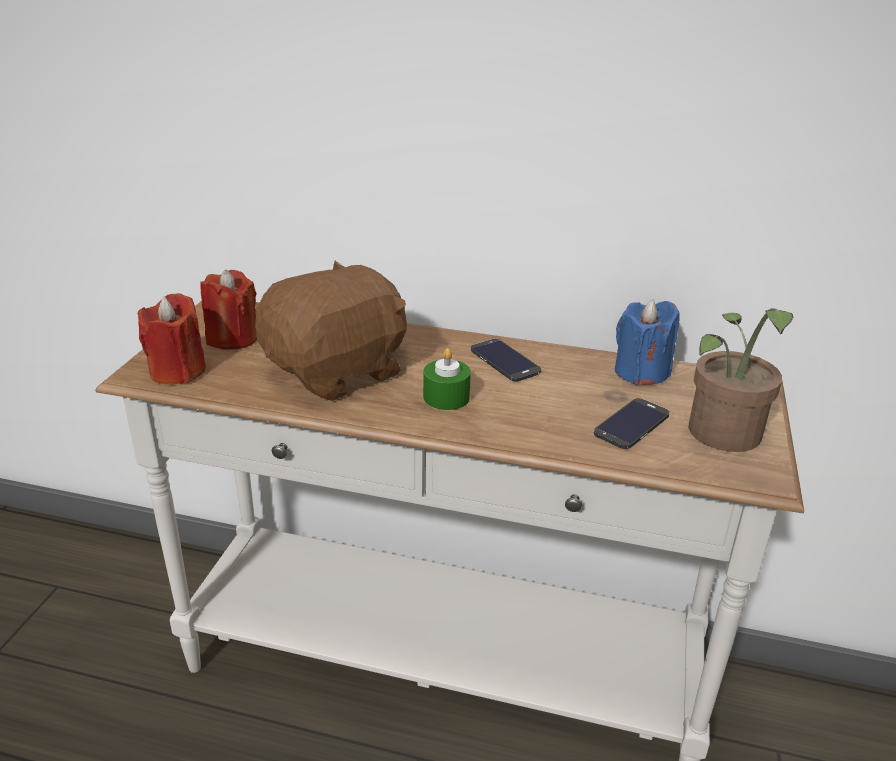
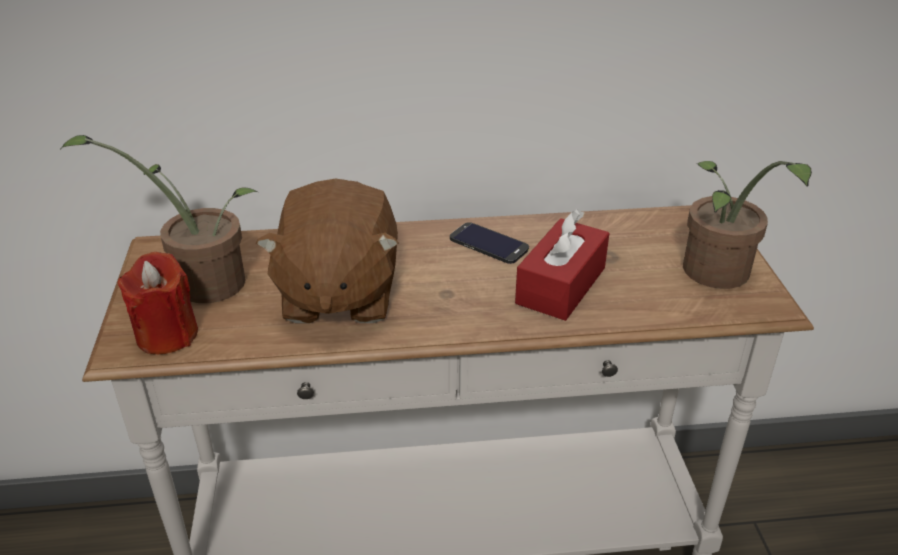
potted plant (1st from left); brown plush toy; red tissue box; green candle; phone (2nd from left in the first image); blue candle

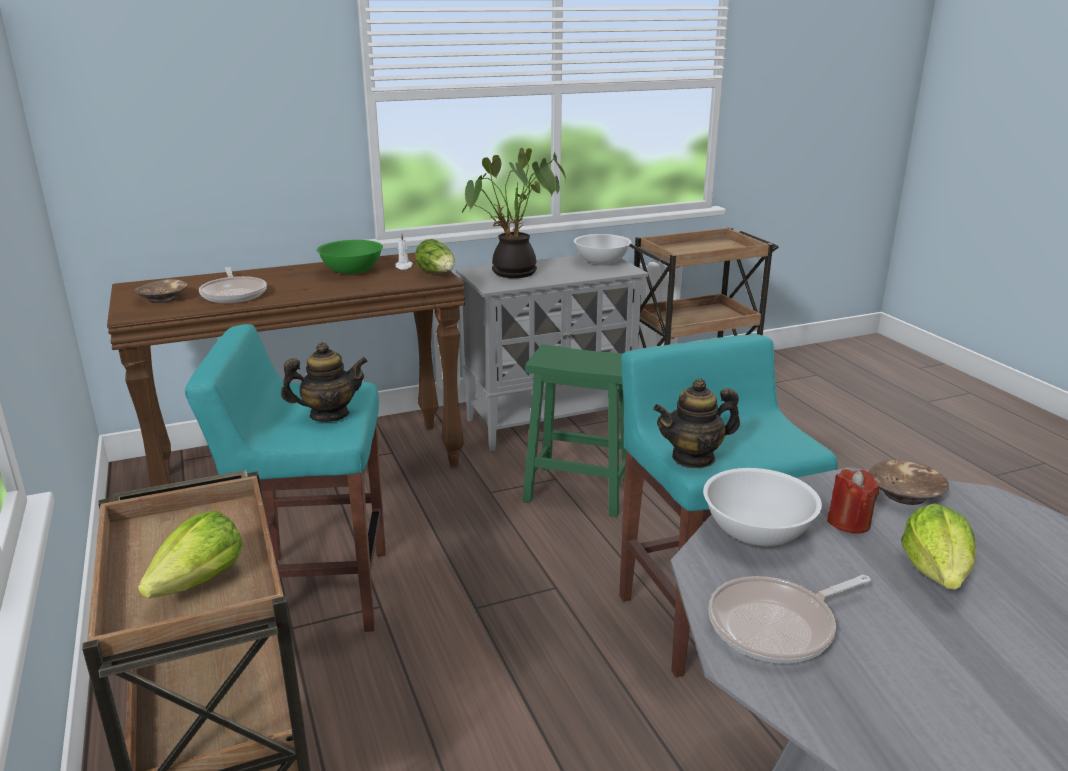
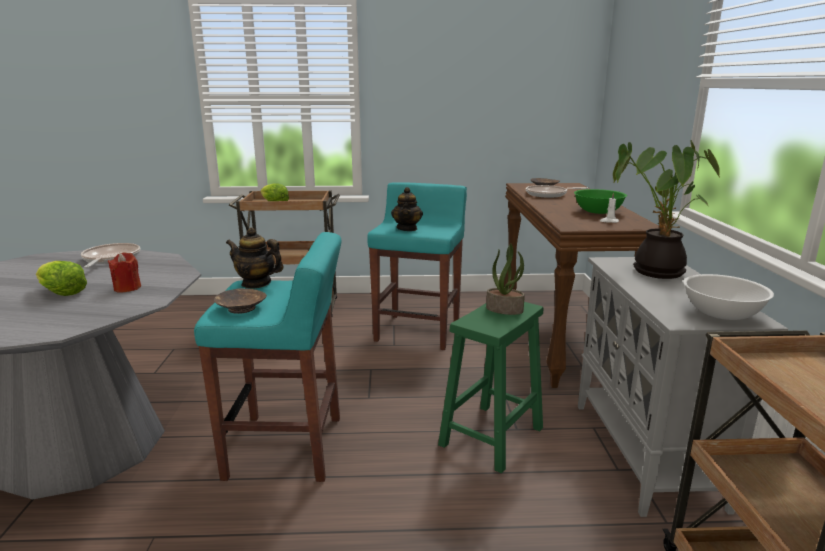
brown bowl (1st from left); teapot (1st from left); potted plant (1st from left); lettuce (2nd from left in the first image); white bowl (2nd from left in the first image)

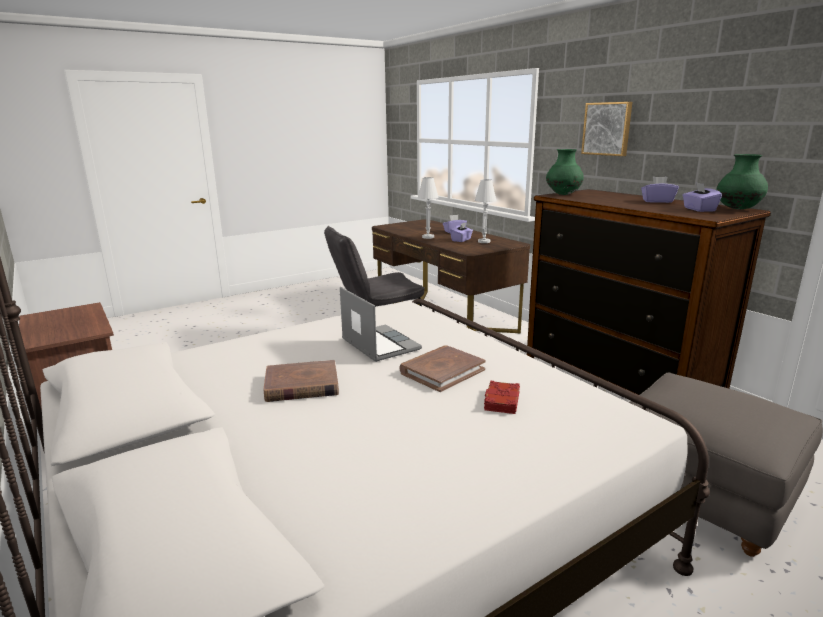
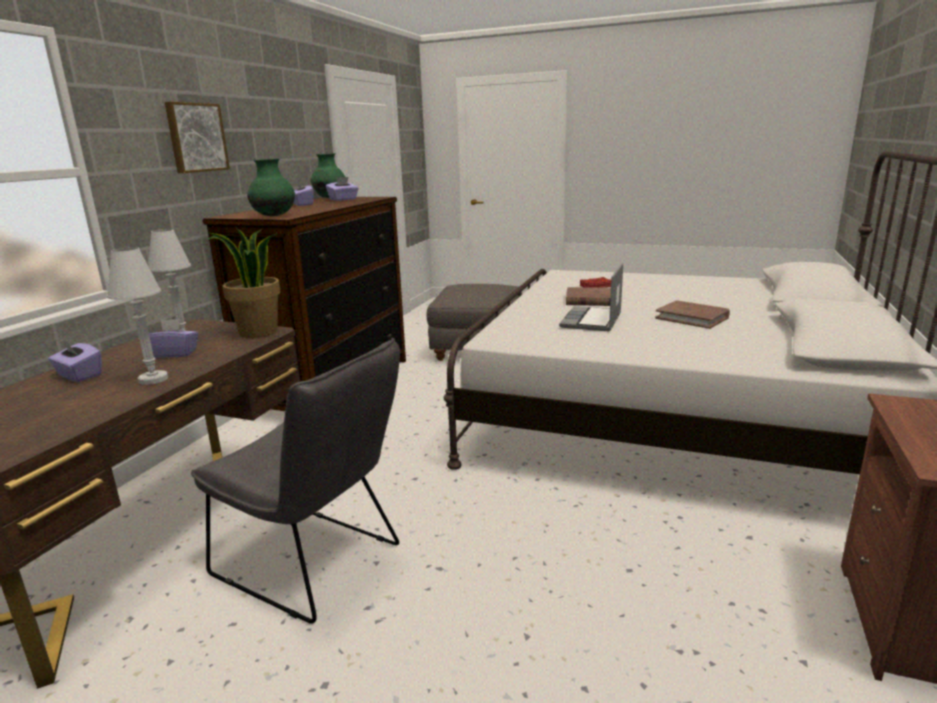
potted plant

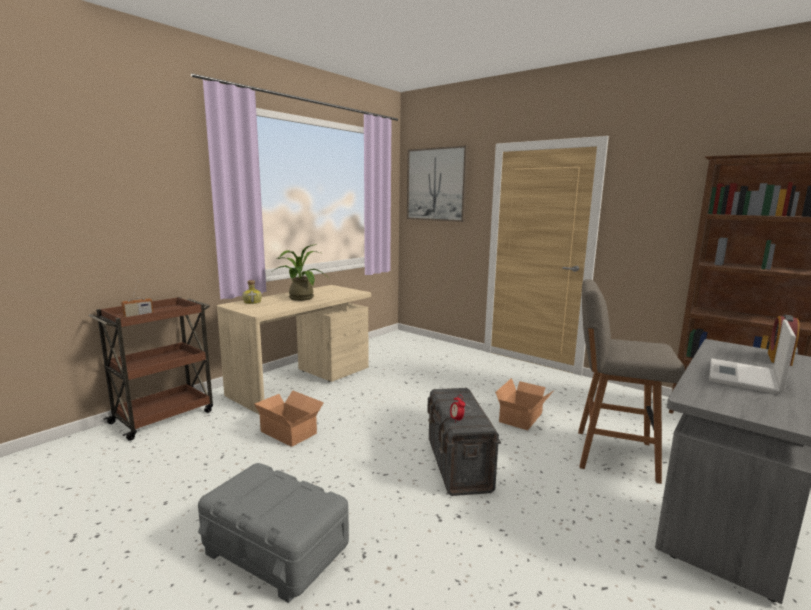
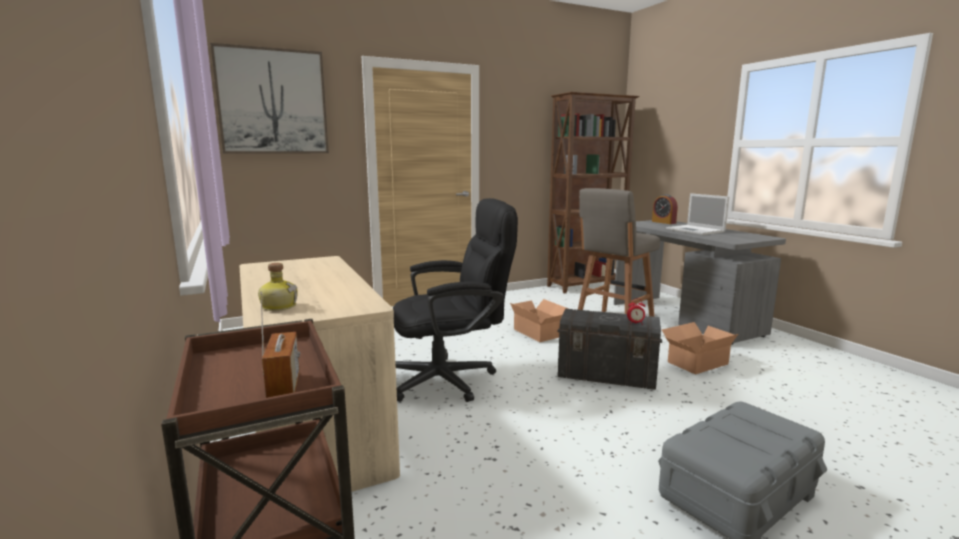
black office chair; cardboard box (2nd from left); potted plant

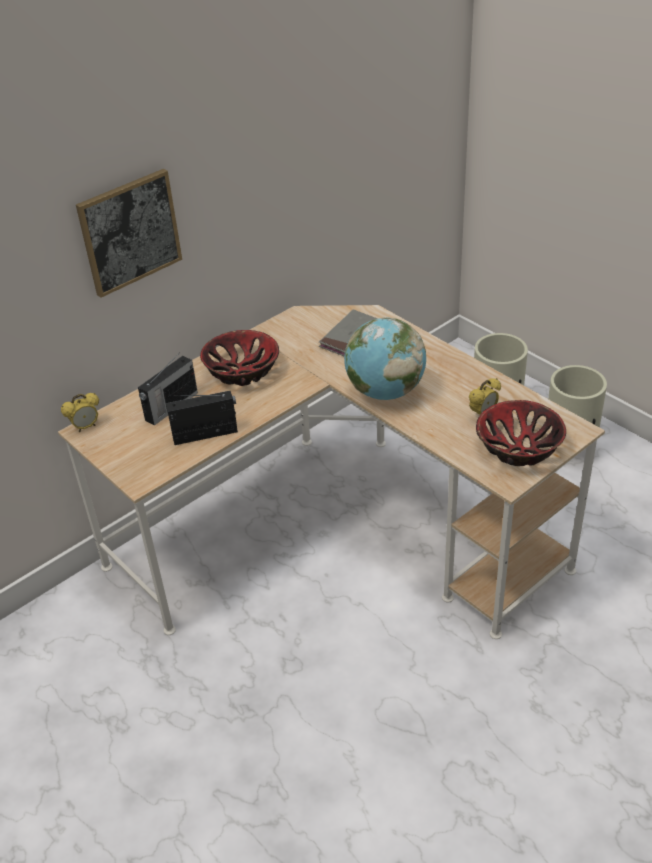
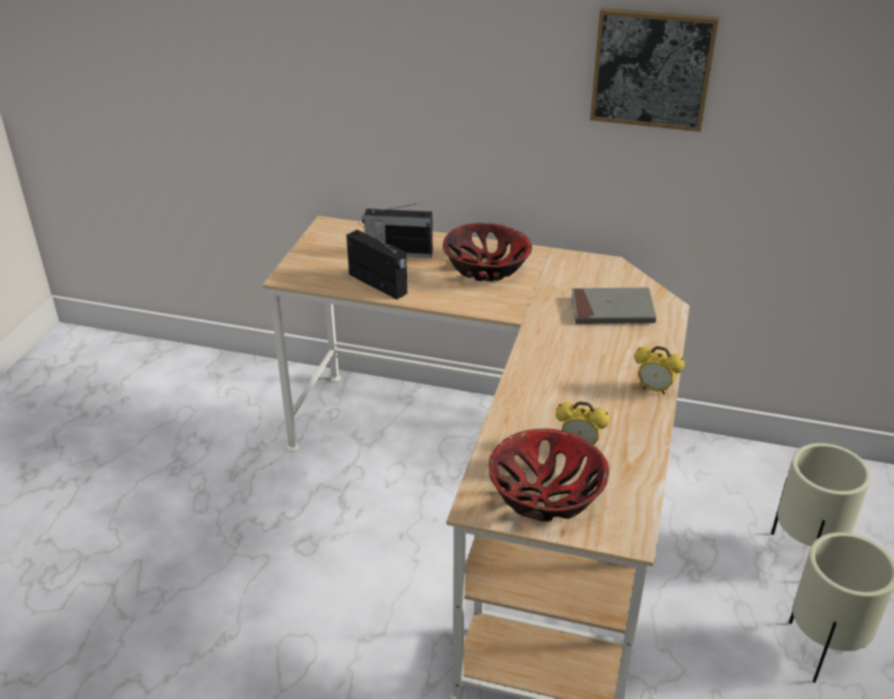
picture; alarm clock (2nd from left); globe

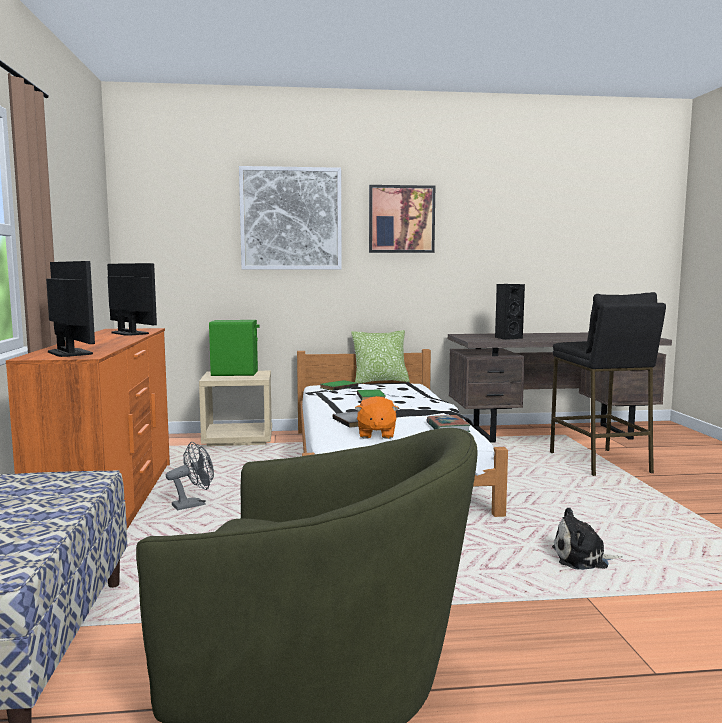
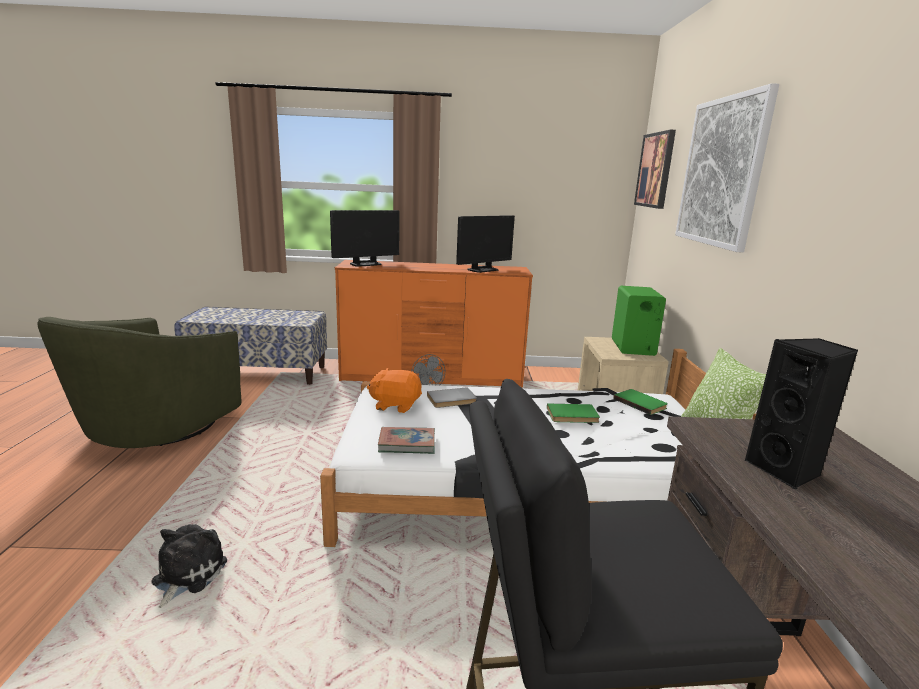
picture (1st from left)

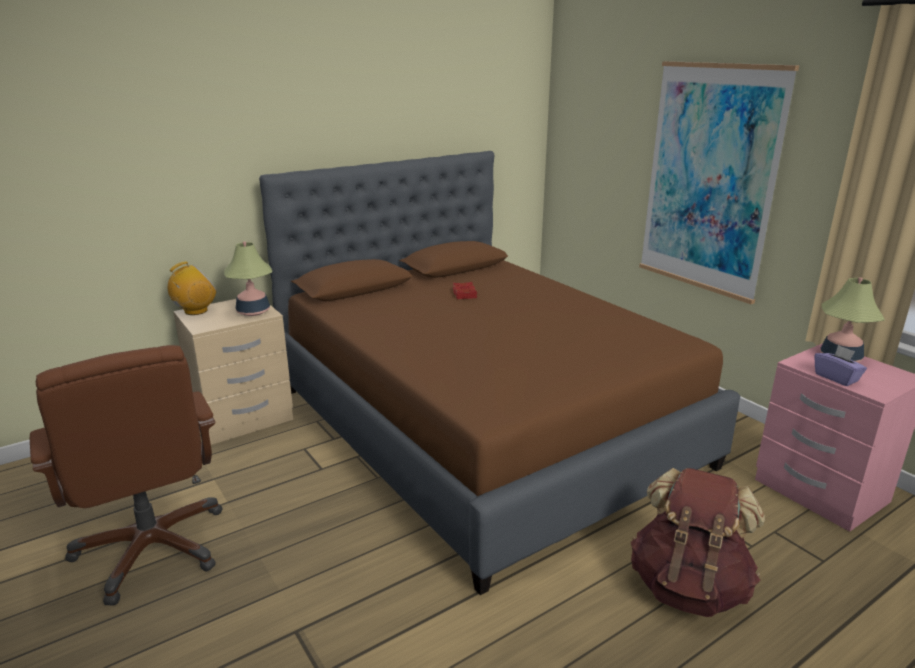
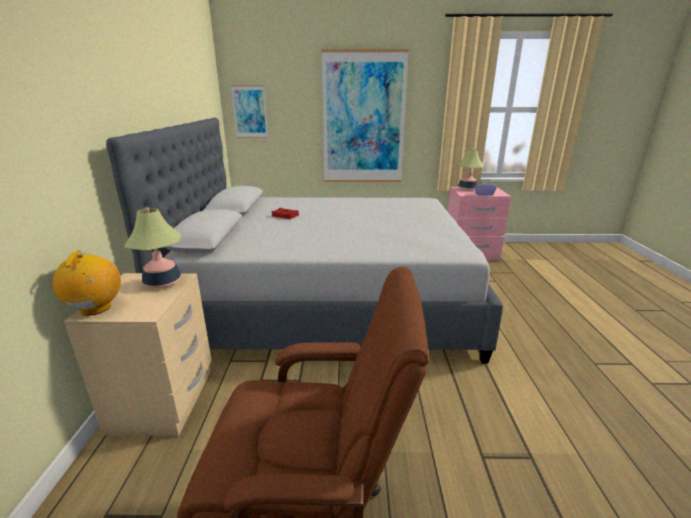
grey bed; picture (1st from left); brown backpack

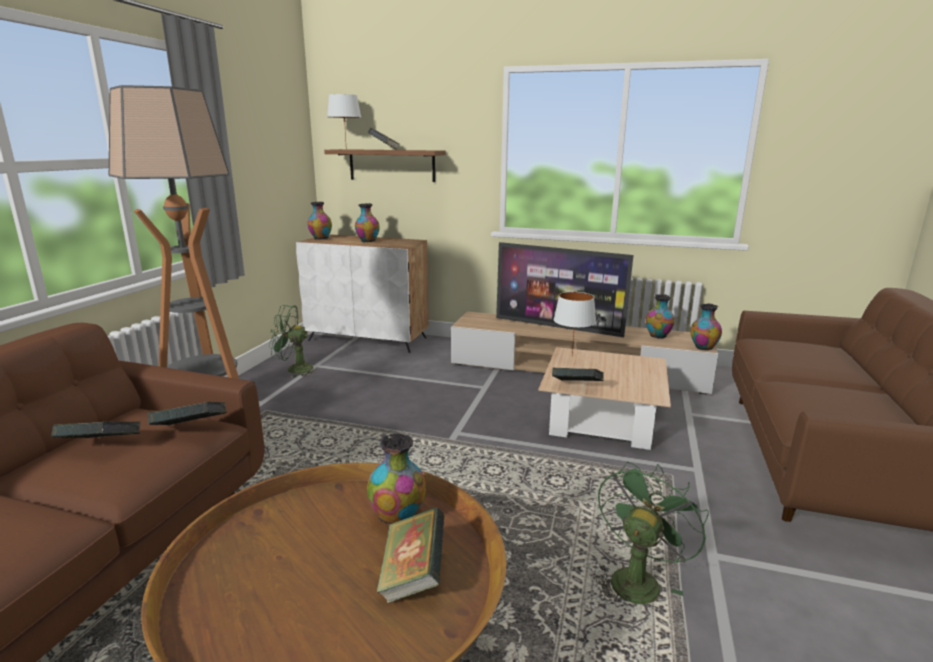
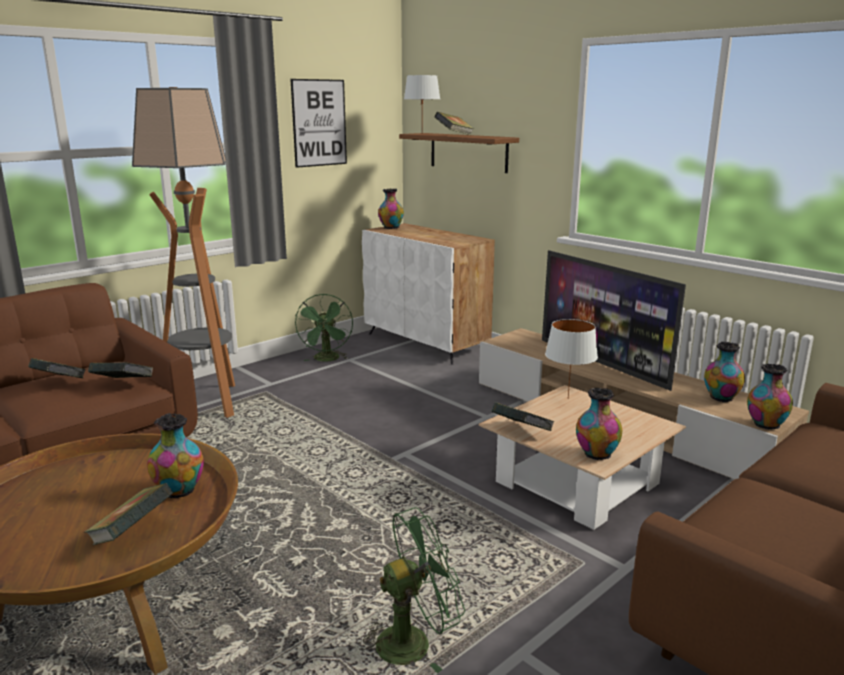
picture; green fan (1st from left); vase (3rd from left)

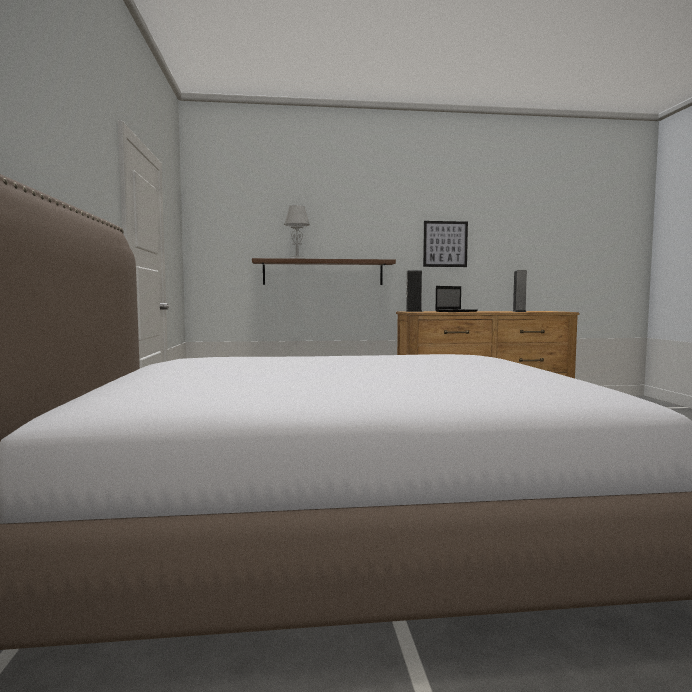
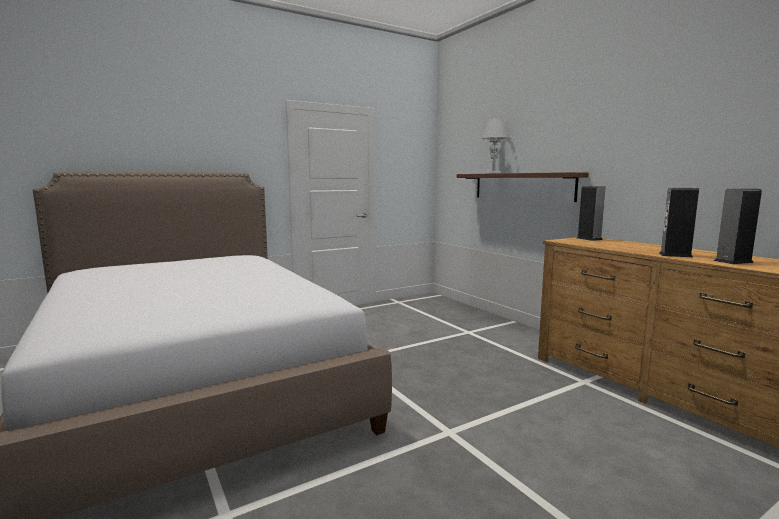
speaker (2nd from left); picture; laptop

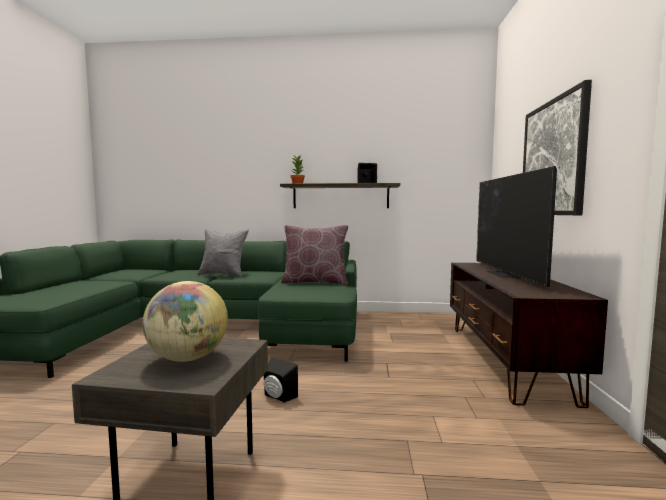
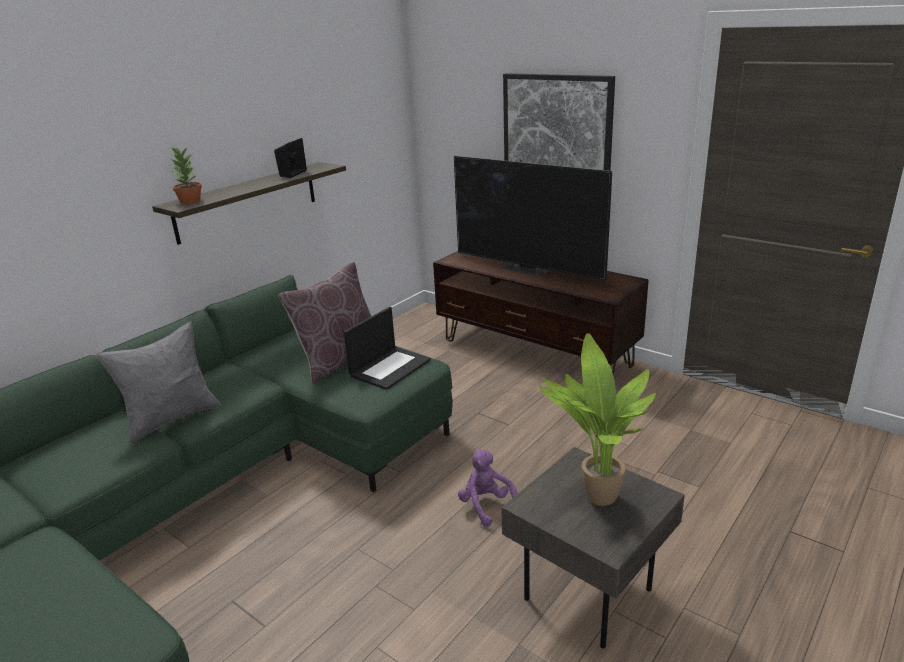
laptop; purple plush toy; potted plant (2nd from left)

